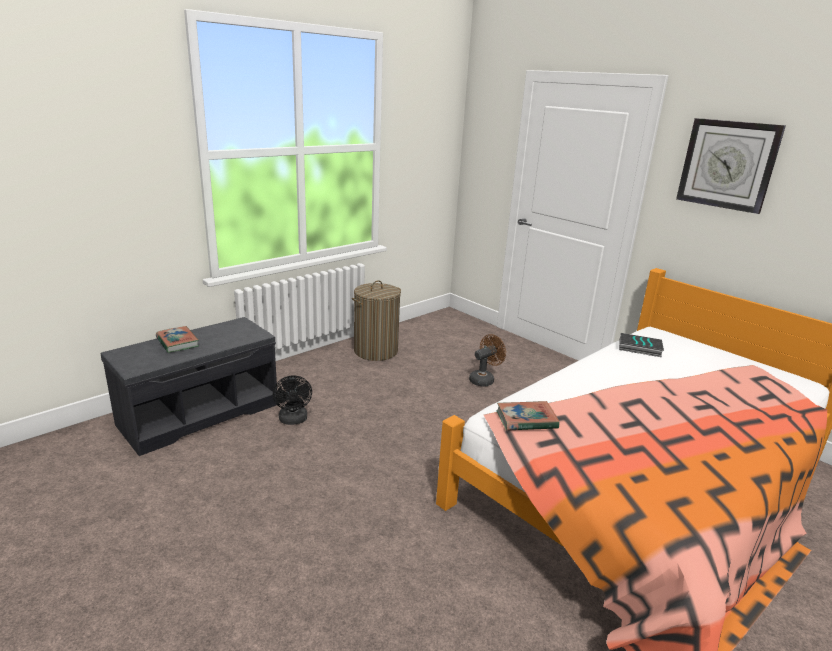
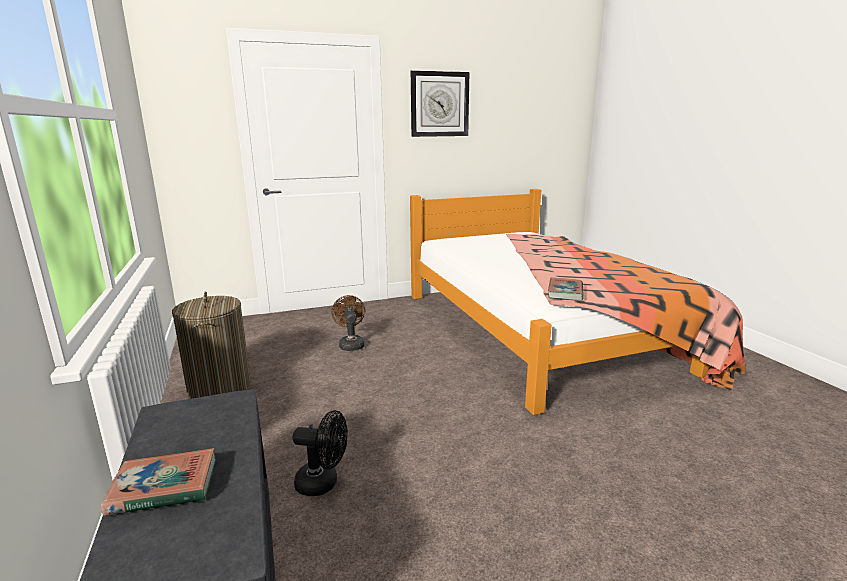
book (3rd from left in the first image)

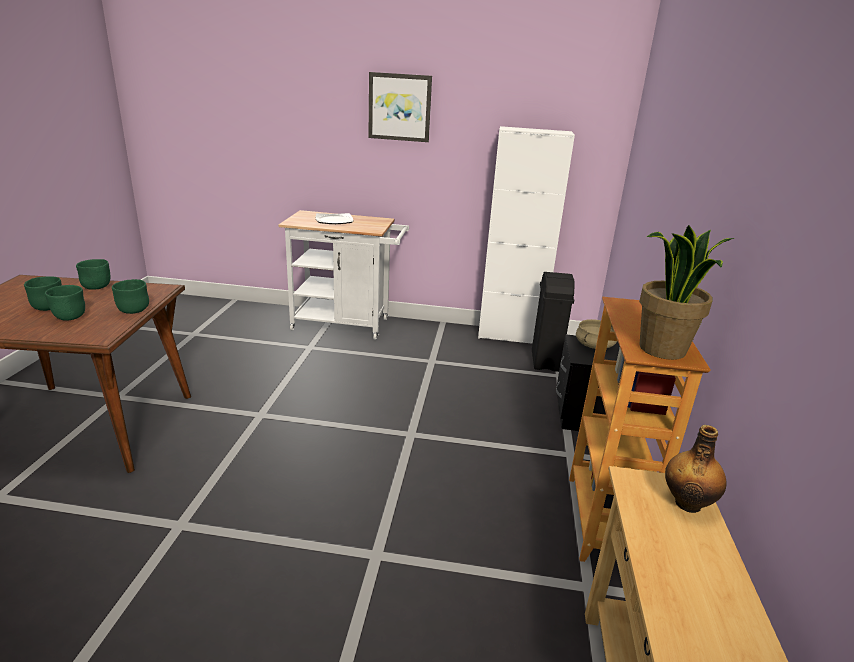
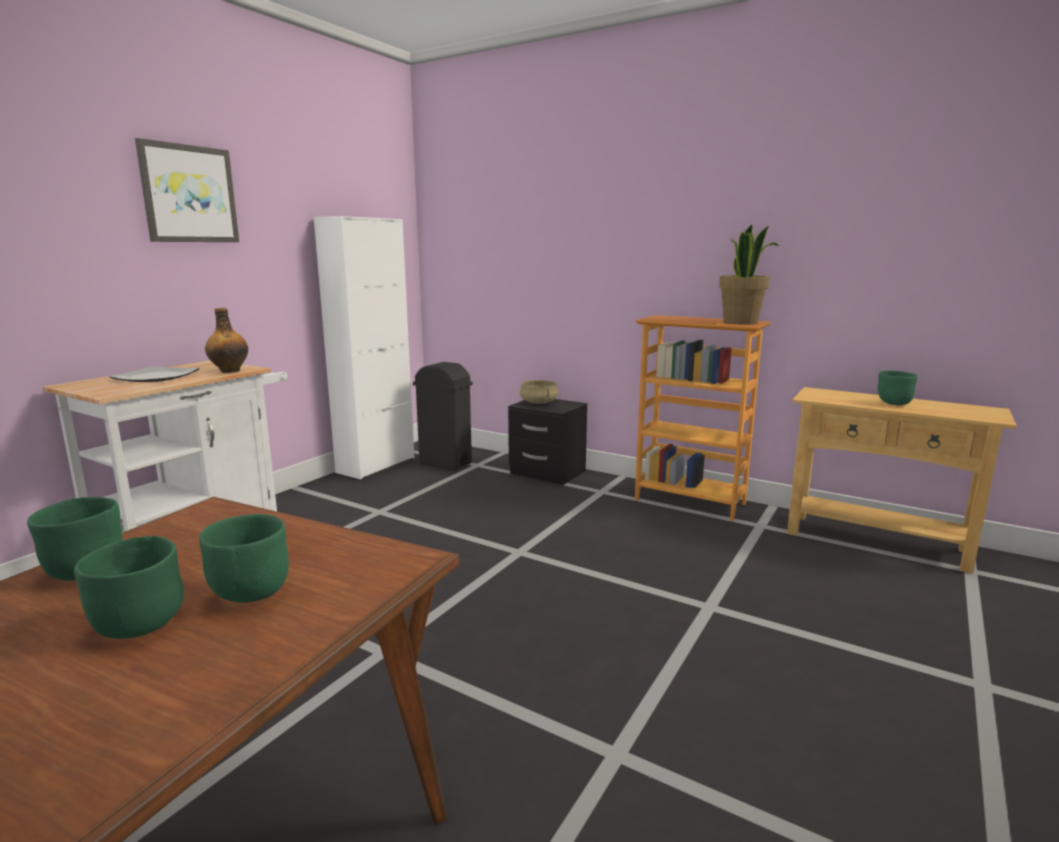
bottle; green bowl (4th from left)

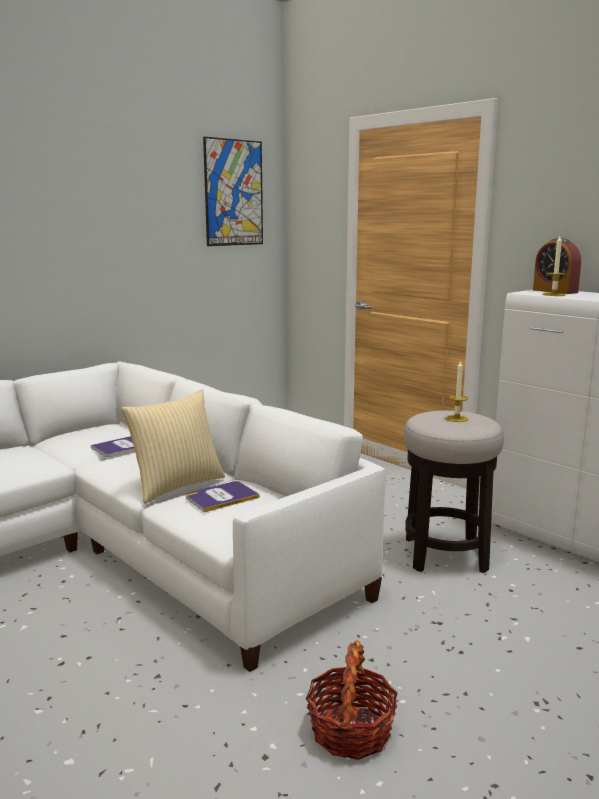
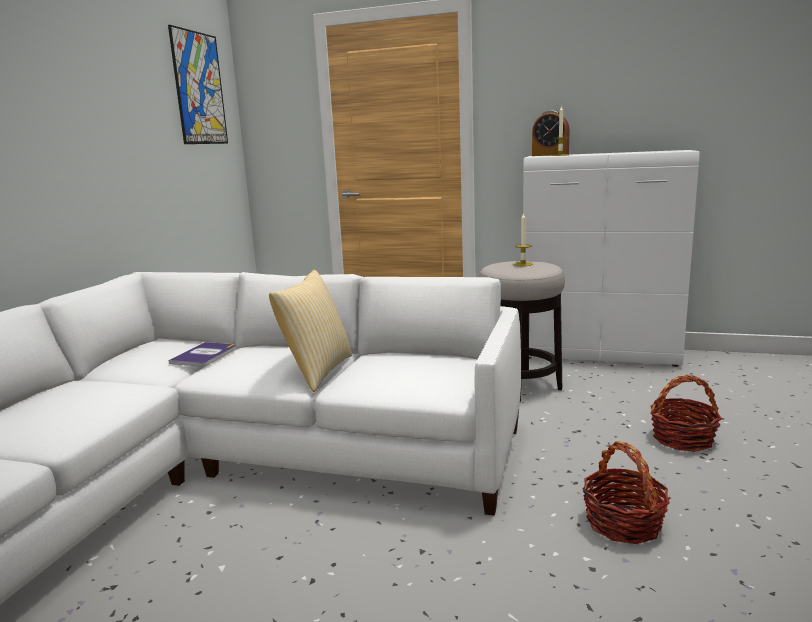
basket (2nd from left); book (2nd from left in the first image)

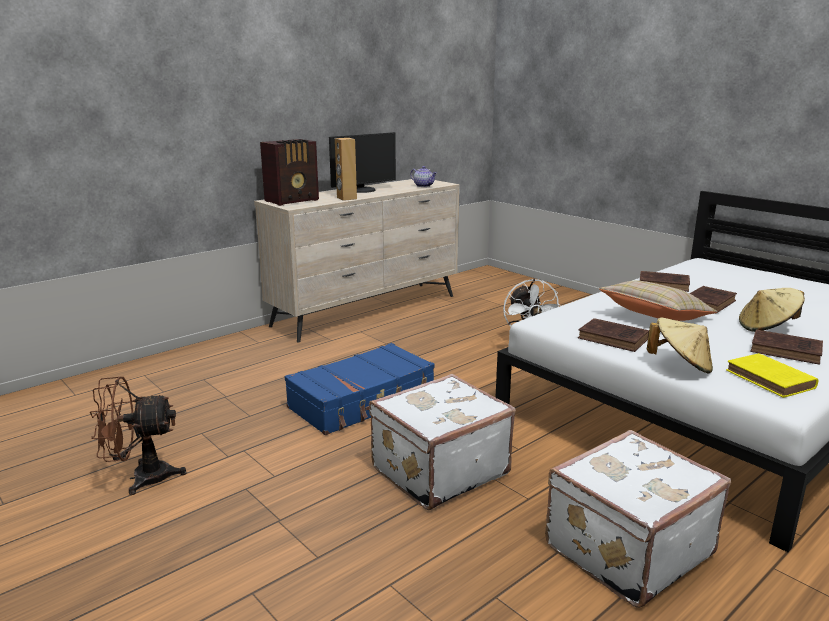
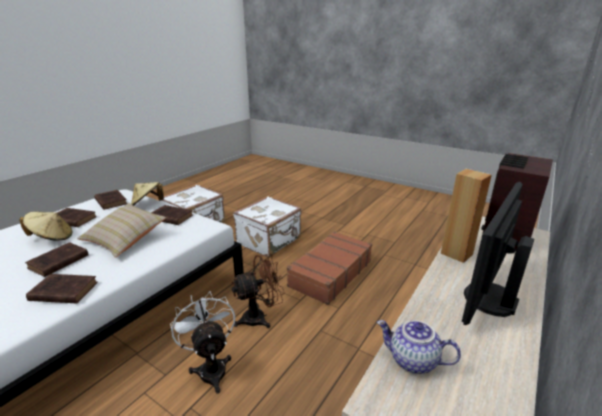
brown book (4th from left); brown fan; brown suitcase

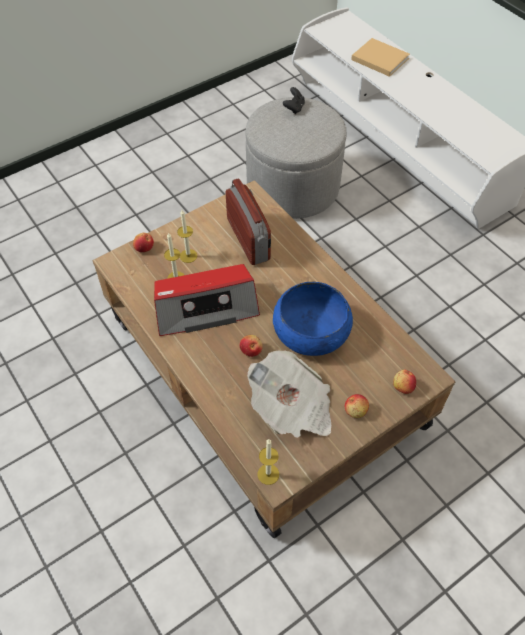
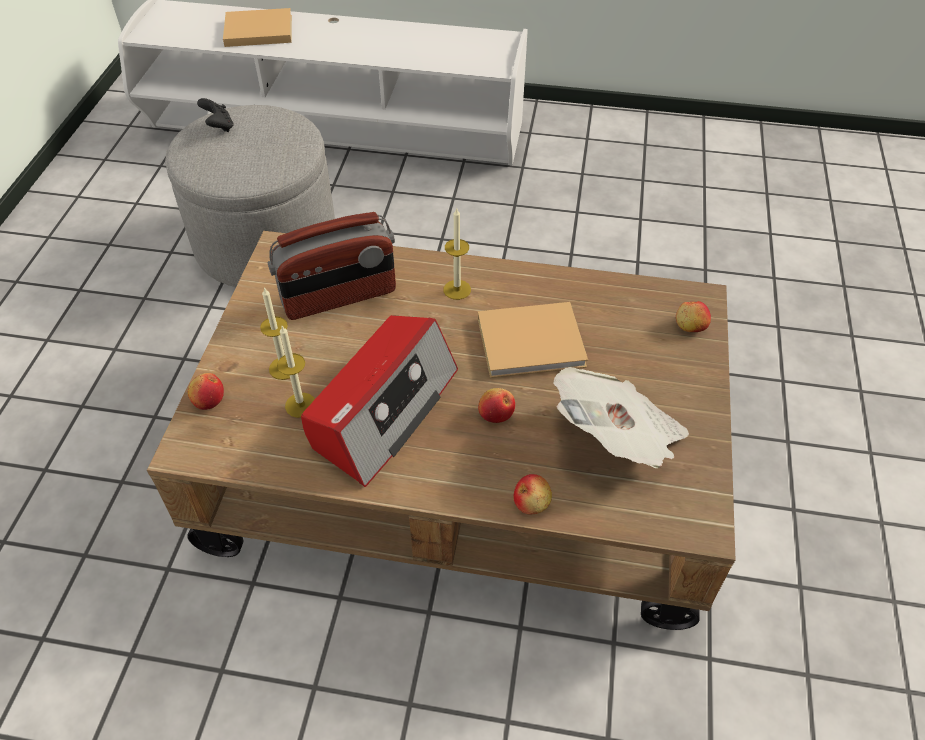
radio (1st from left); candle (3rd from left); beige book (2nd from left); apple (3rd from left)

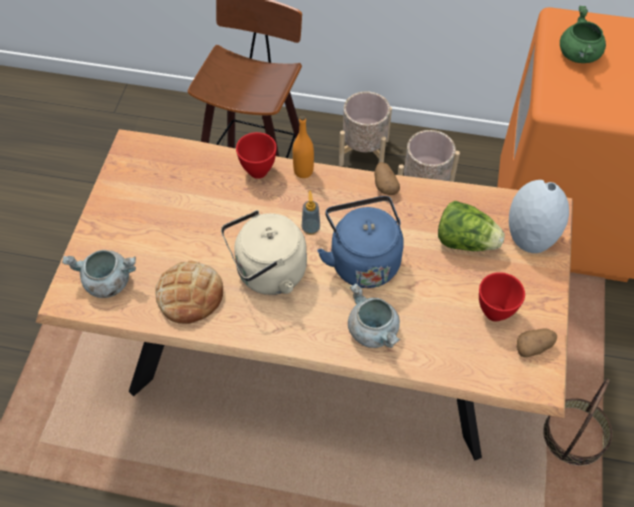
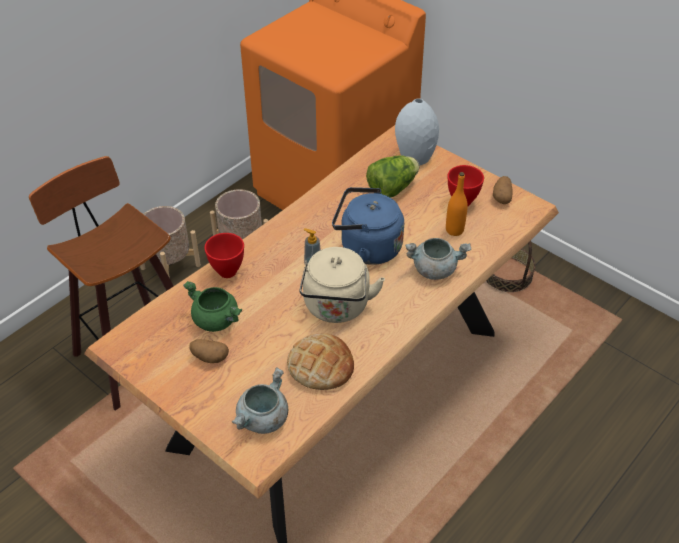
green cooking pot; potato (1st from left); orange bottle

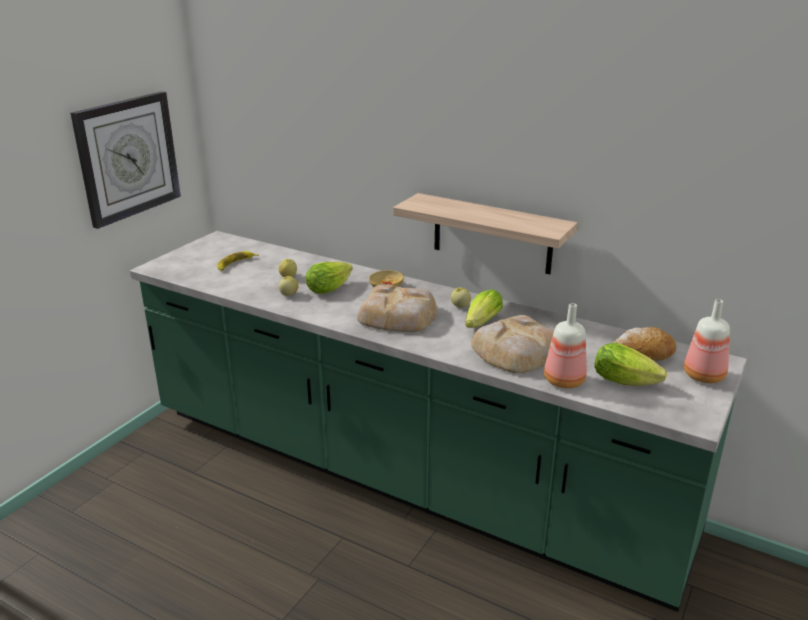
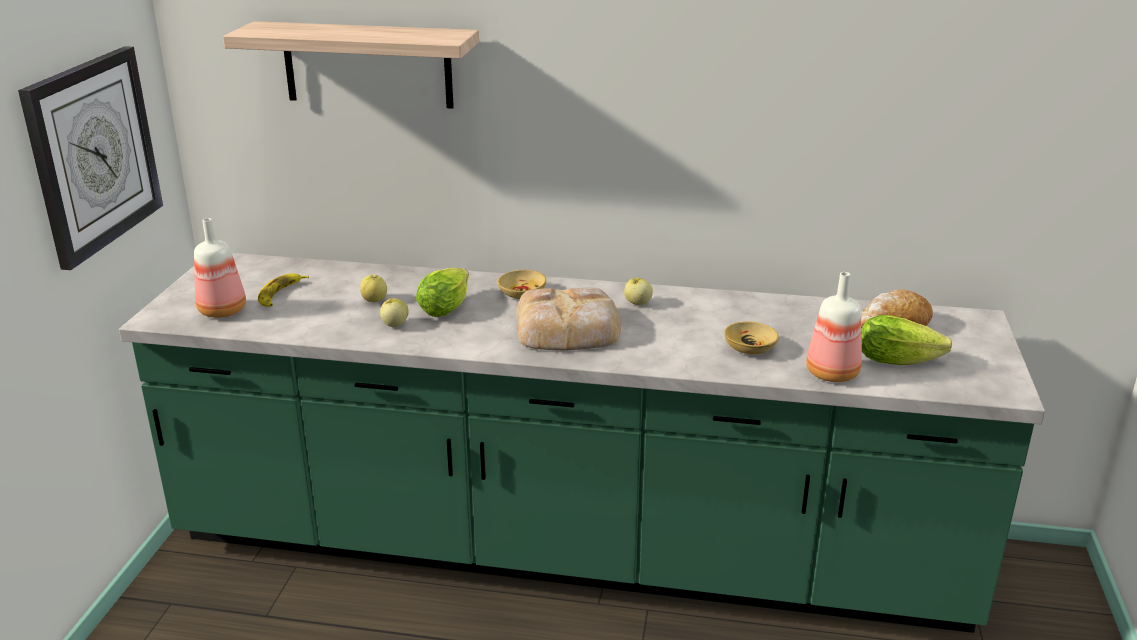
bottle (1st from left); shelf; beige bowl (2nd from left); lettuce (2nd from left in the first image)

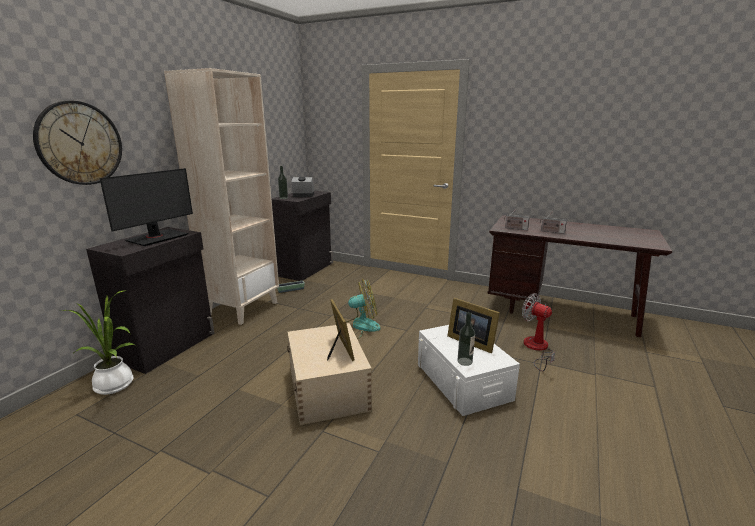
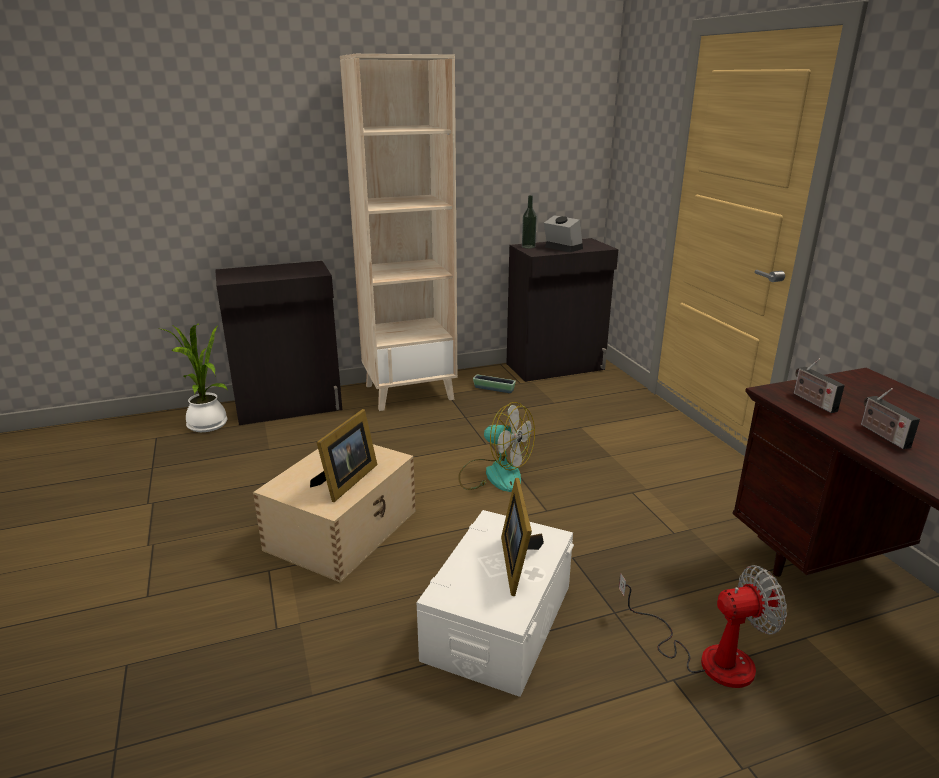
fan (2nd from left); wall clock; monitor; bottle (2nd from left in the first image)

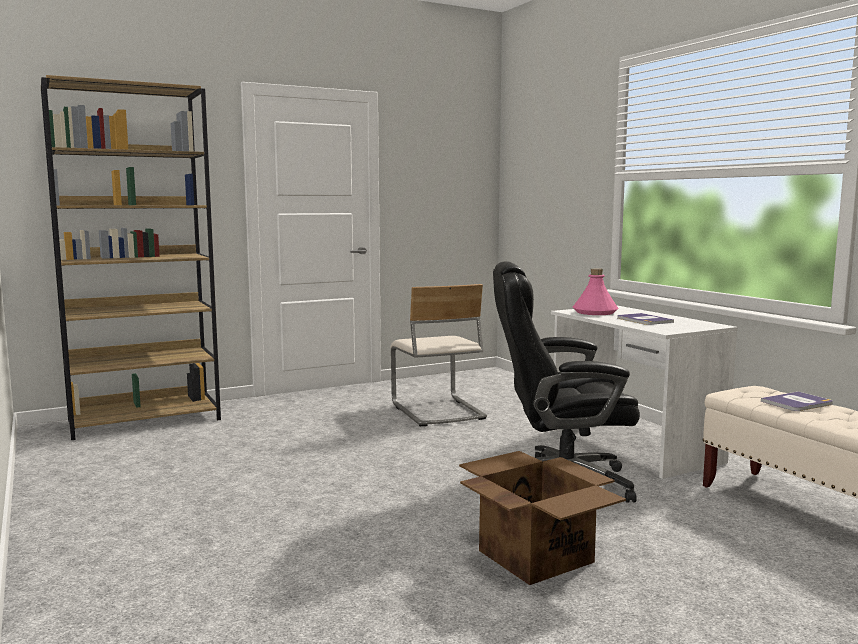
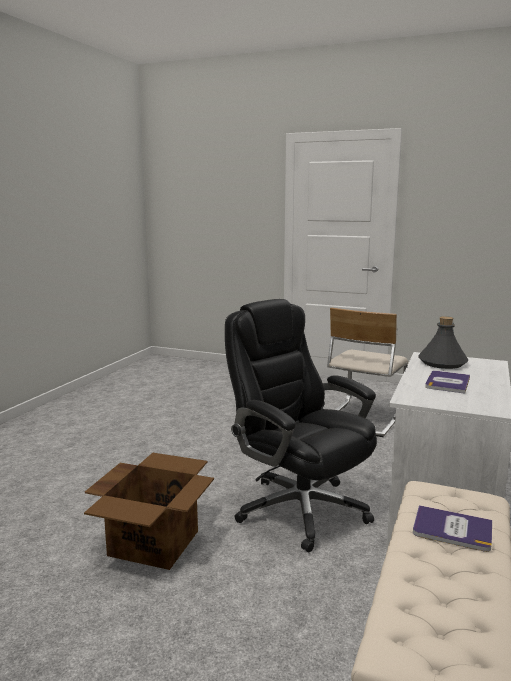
grey bottle; brown bookcase

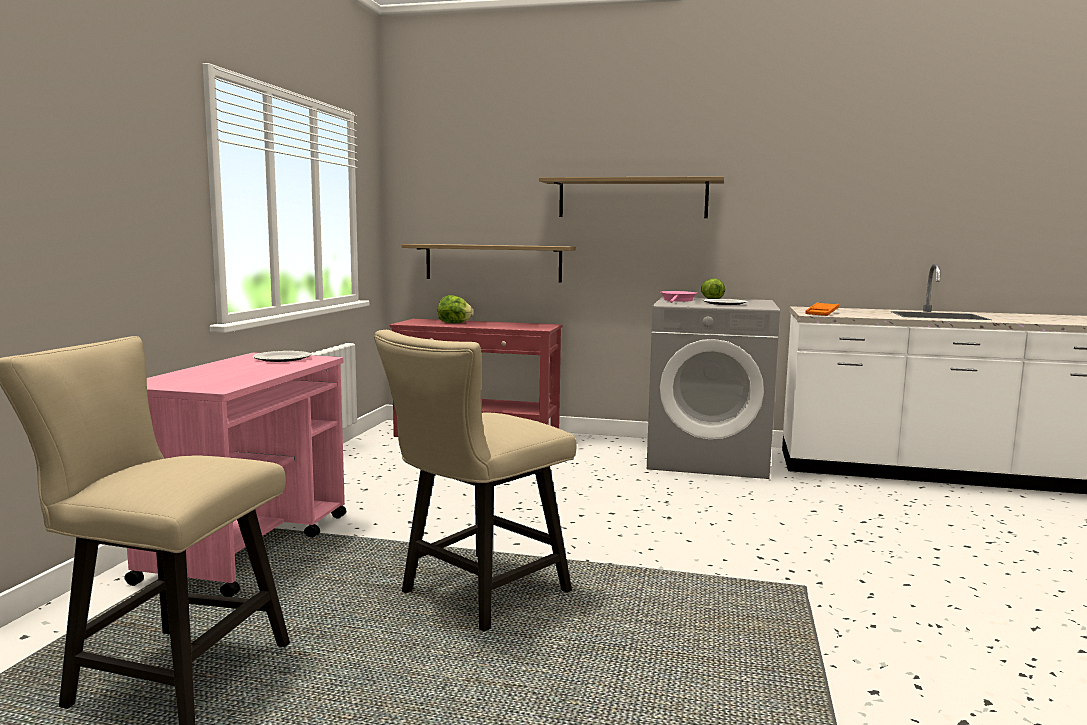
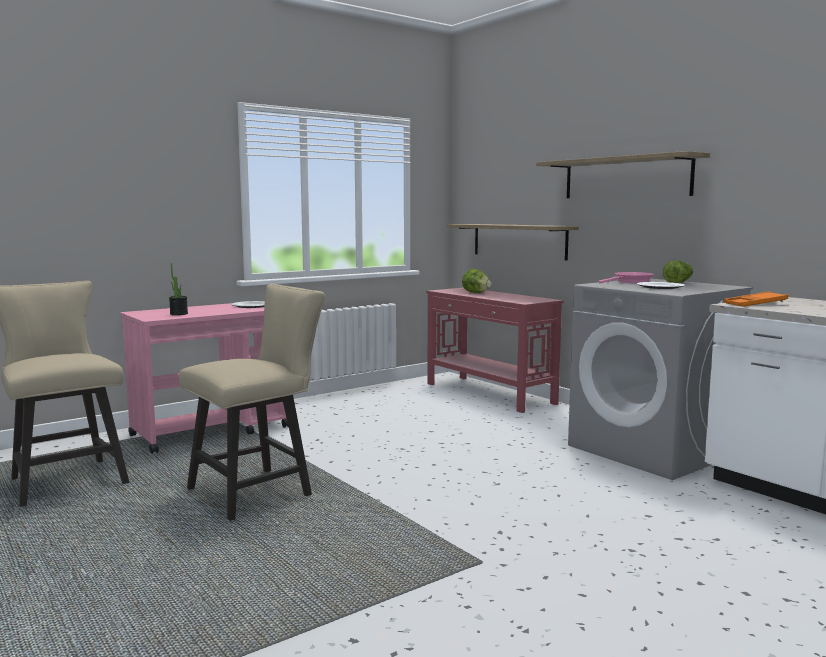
potted plant; beige chair (2nd from left)

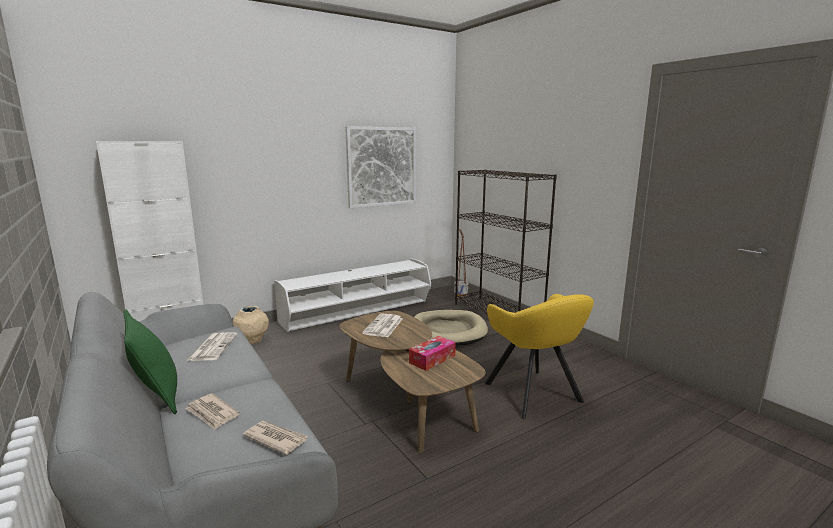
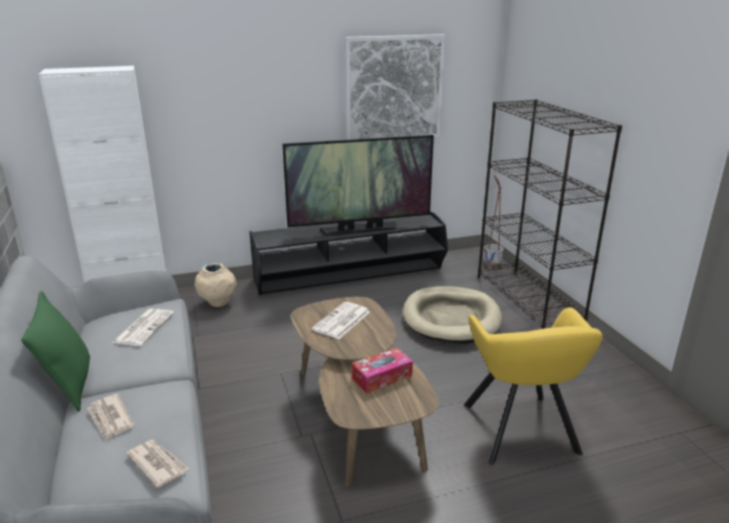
black tv stand; television

